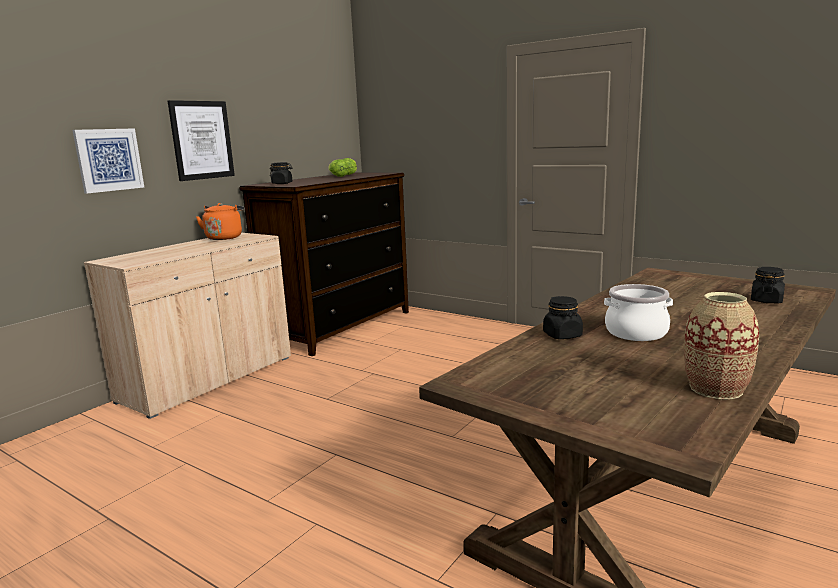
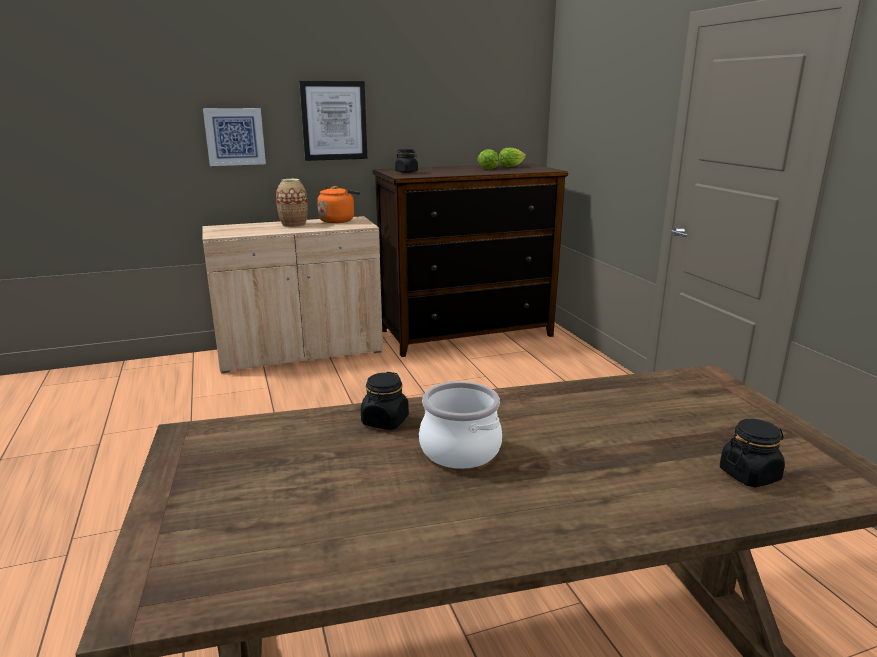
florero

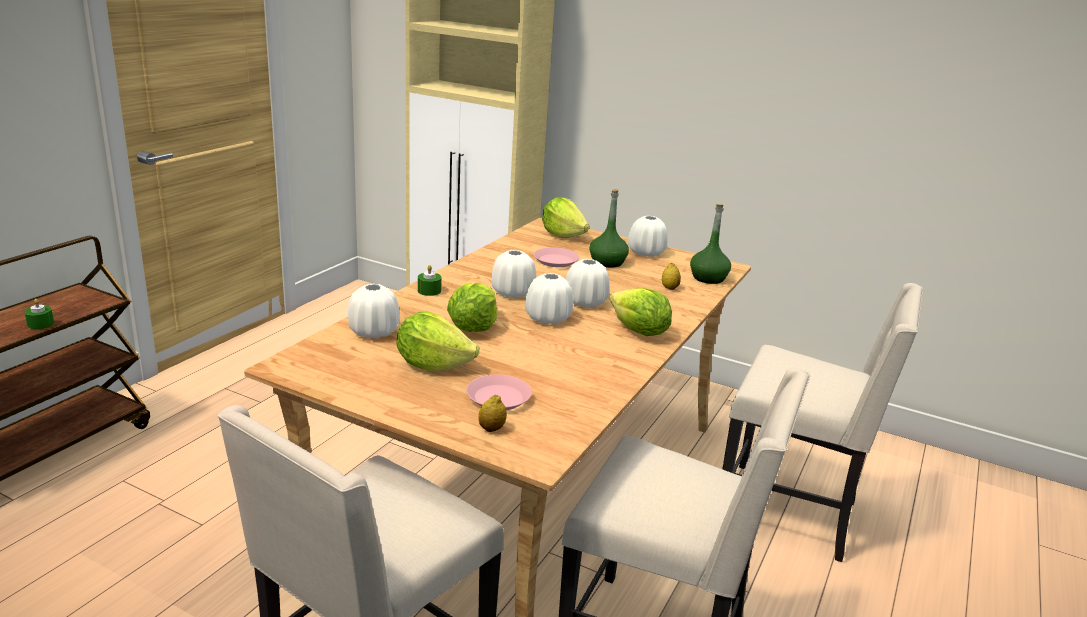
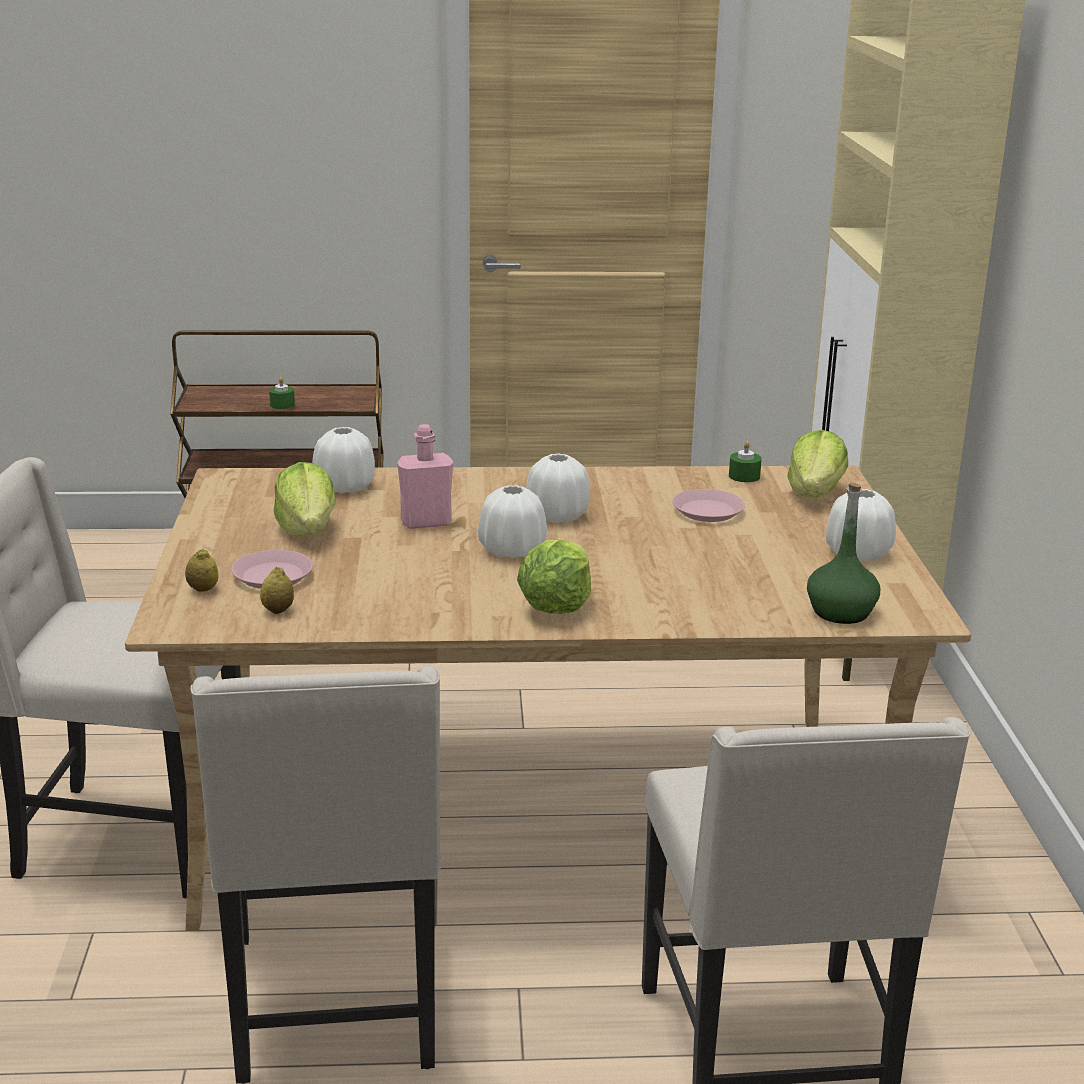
limón (no. 2 from left); botella (rosa); vela (verde) (no. 2 from left); florero (blanco) (no. 4 from left in the first image); botella (verde) (no. 1 from left in the first image)

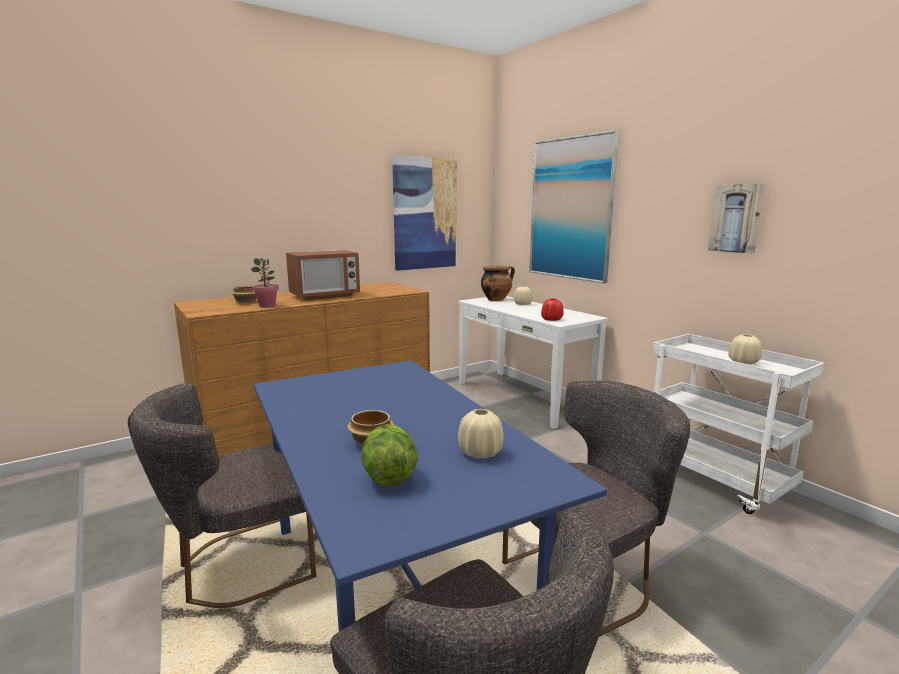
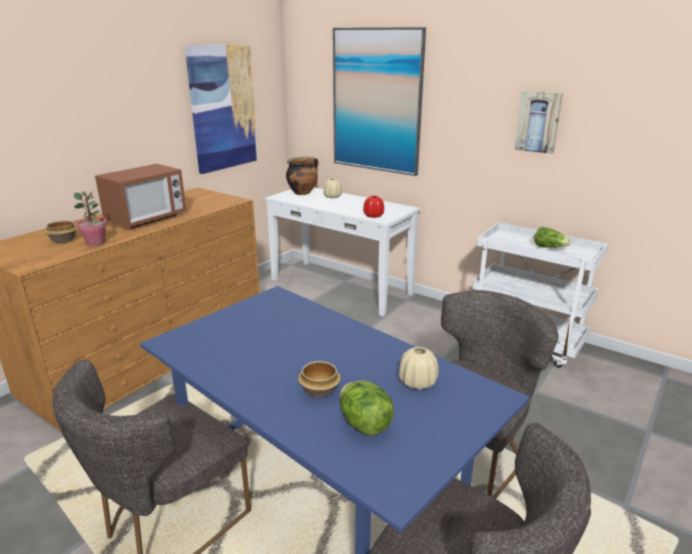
lechuga (no. 2 from left)

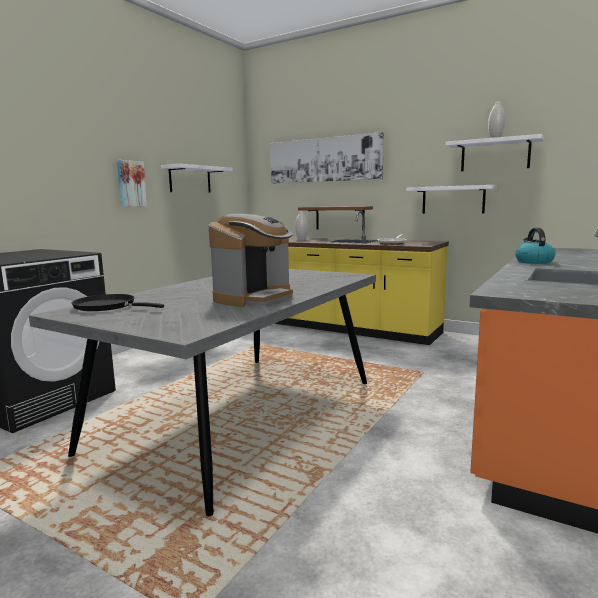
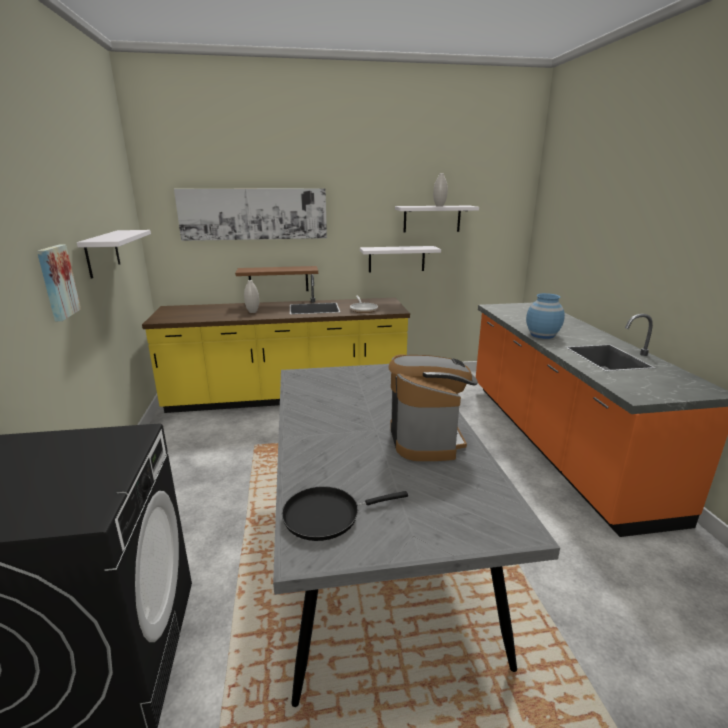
florero (azul)

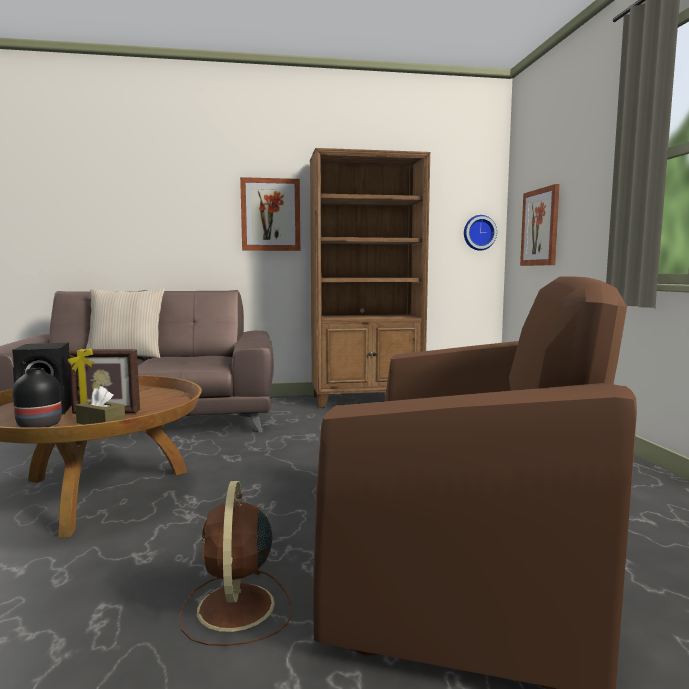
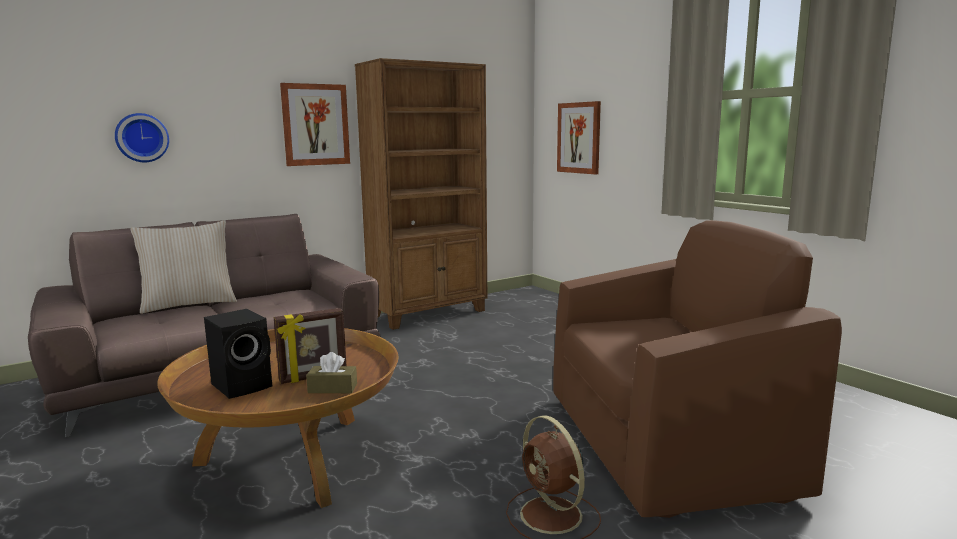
reloj de pared; florero (negro)

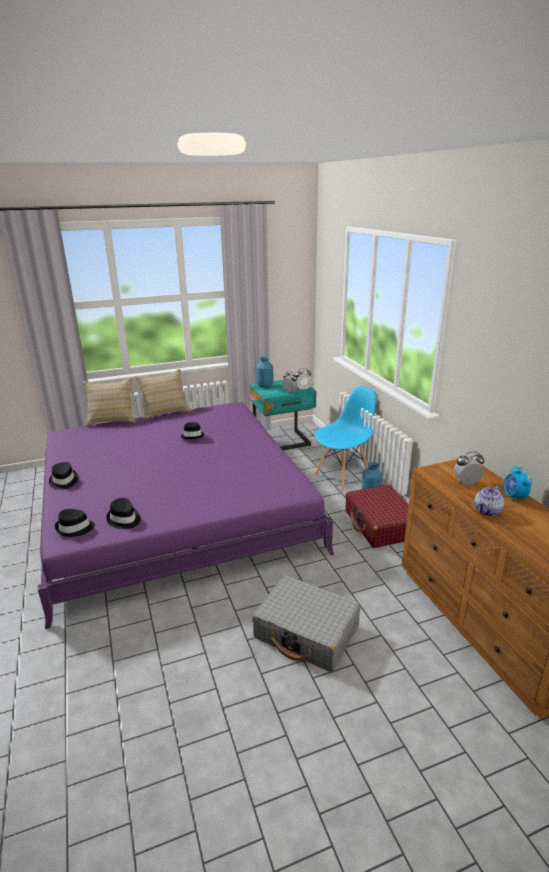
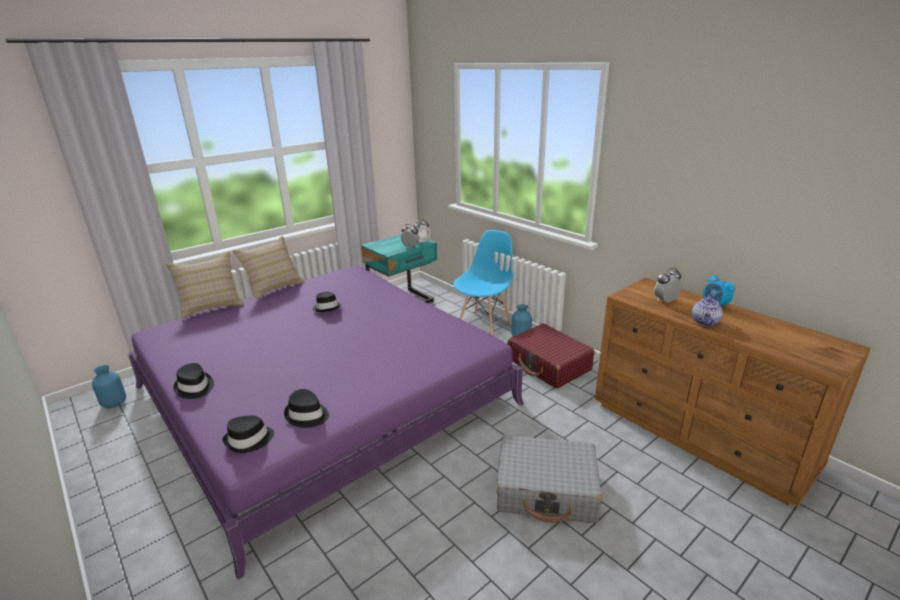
florero (azul) (no. 1 from left)

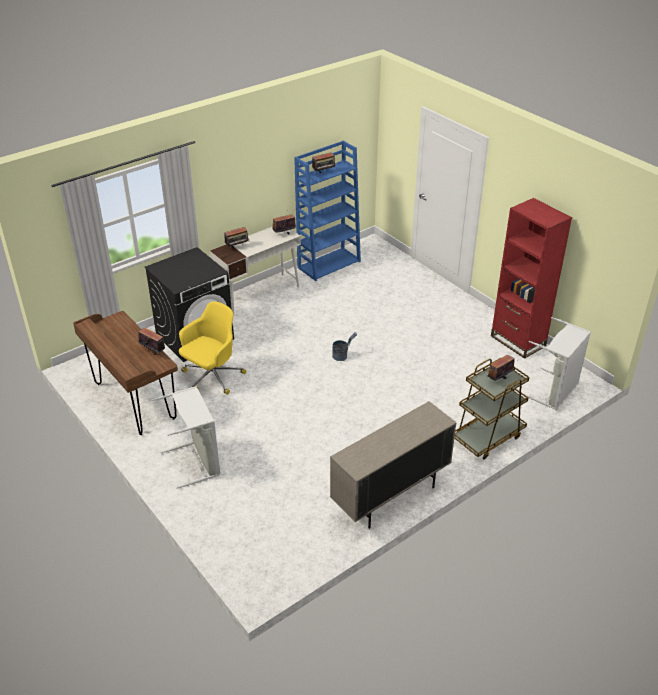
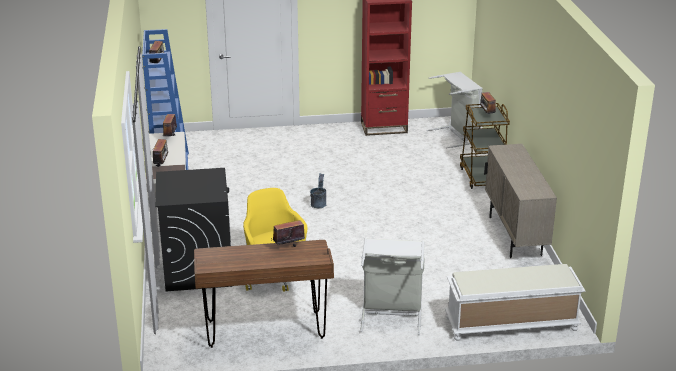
banco (blanco)

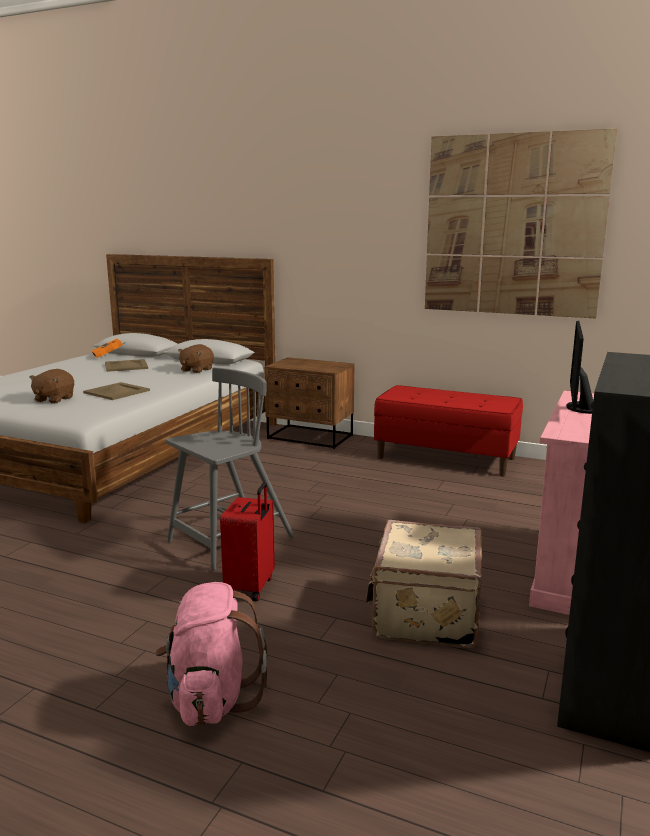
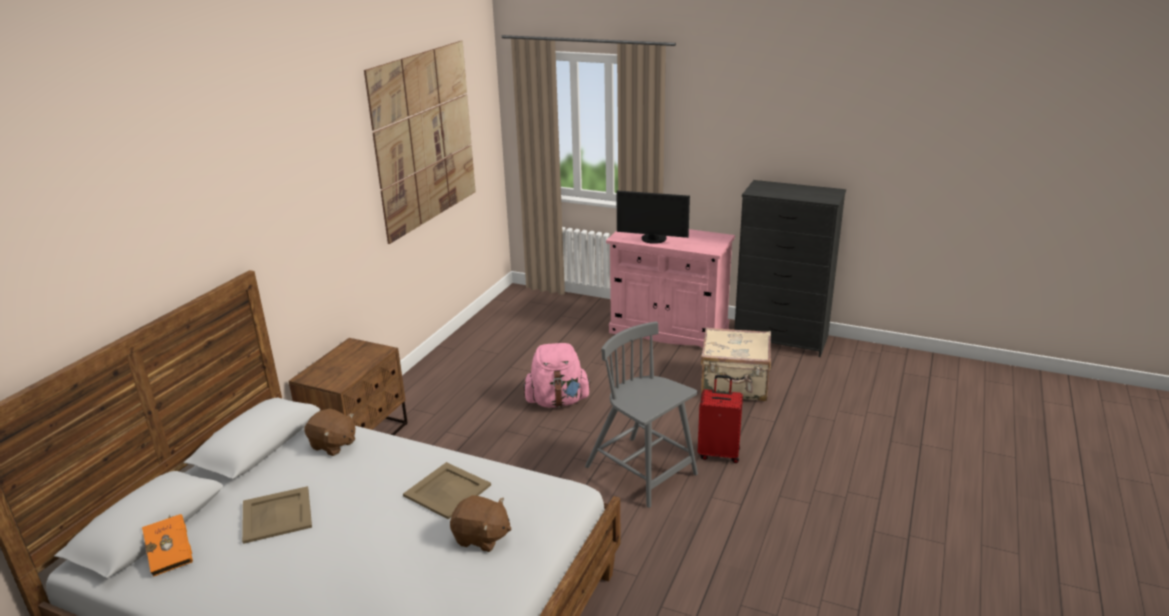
mochila (rosa); banco (rojo)

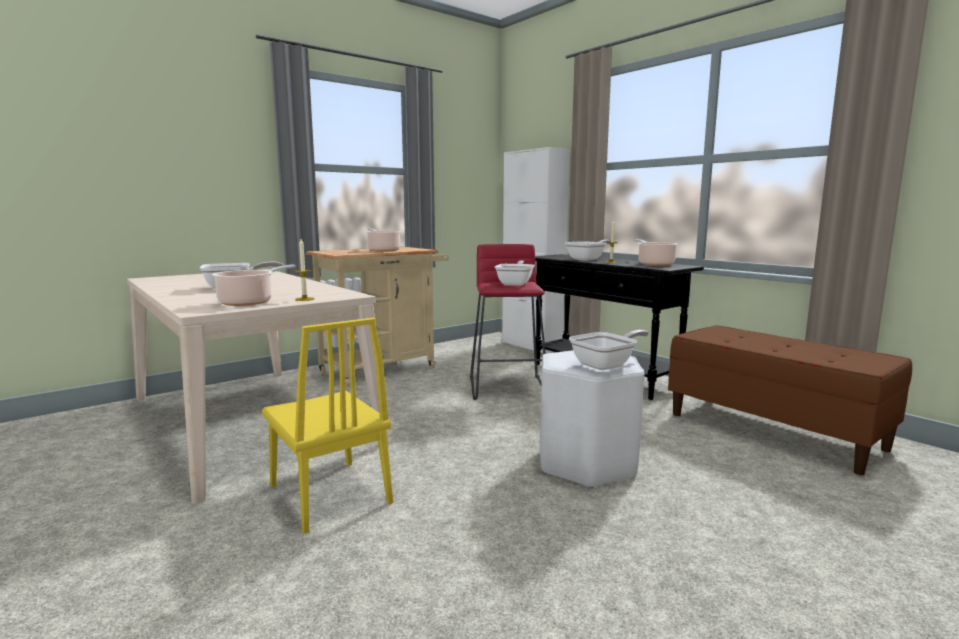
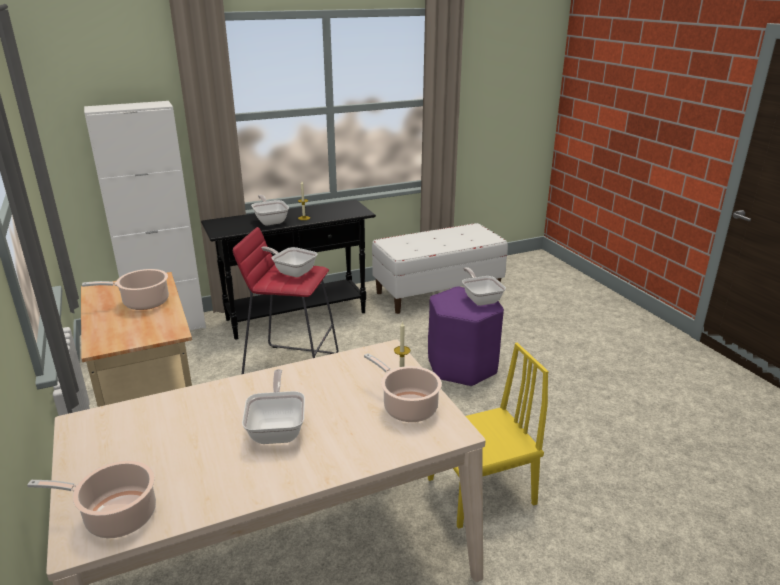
olla (no. 1 from left); banco (blanco); taburete (morado)

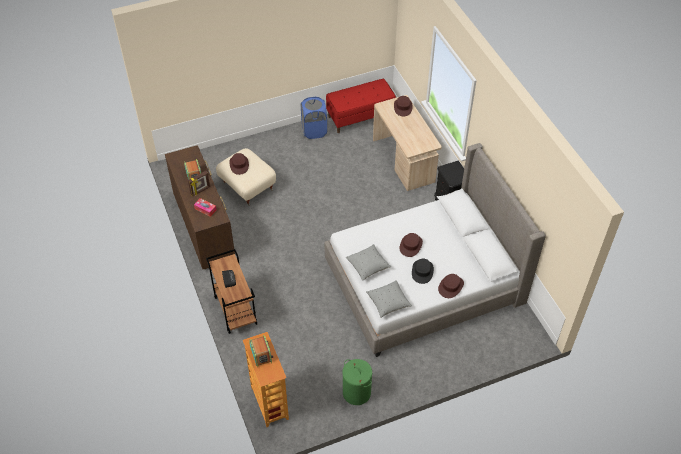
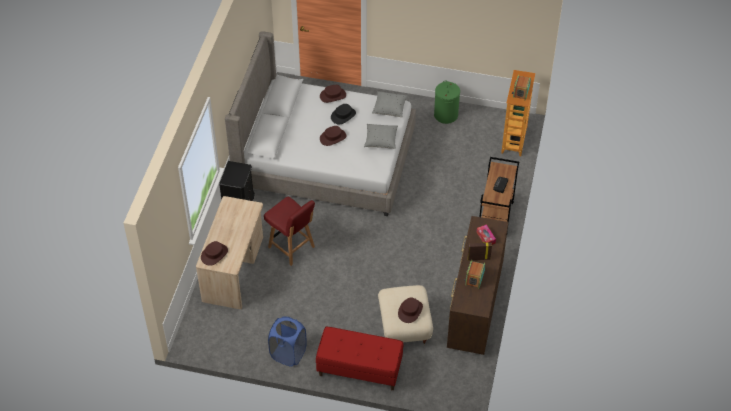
silla (rojo); banco (rojo)

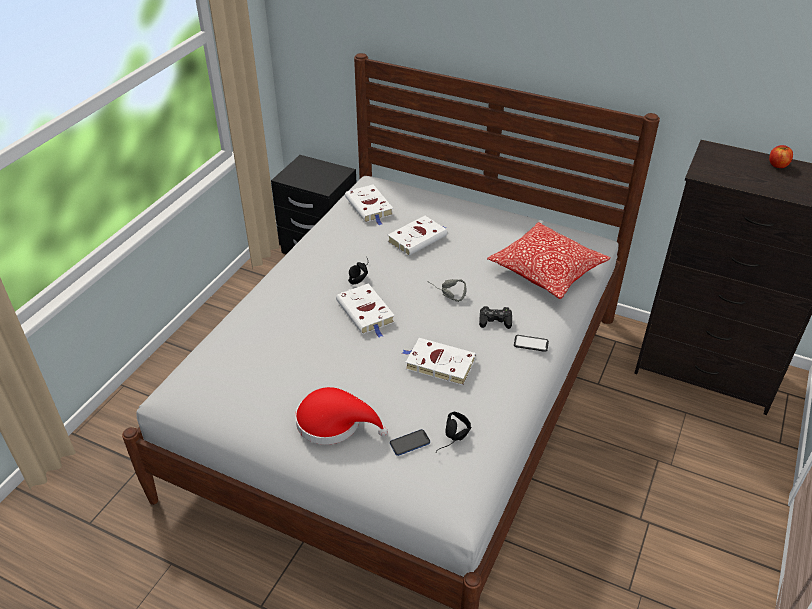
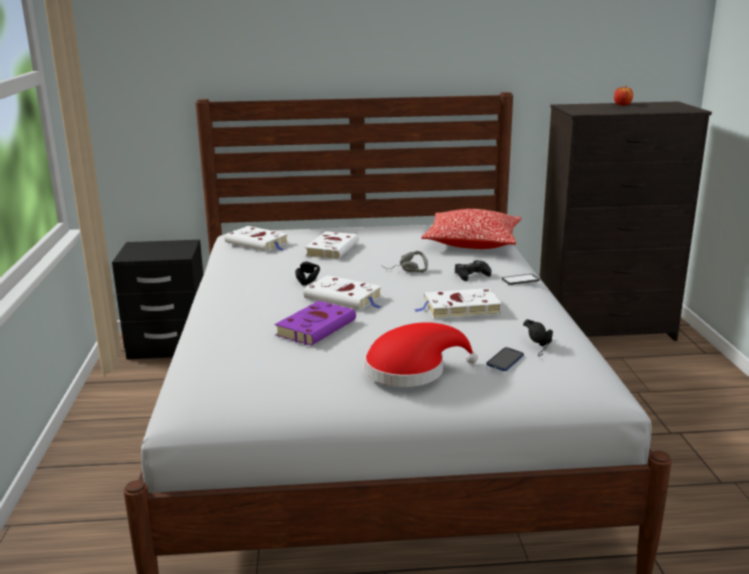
libro (morado)

